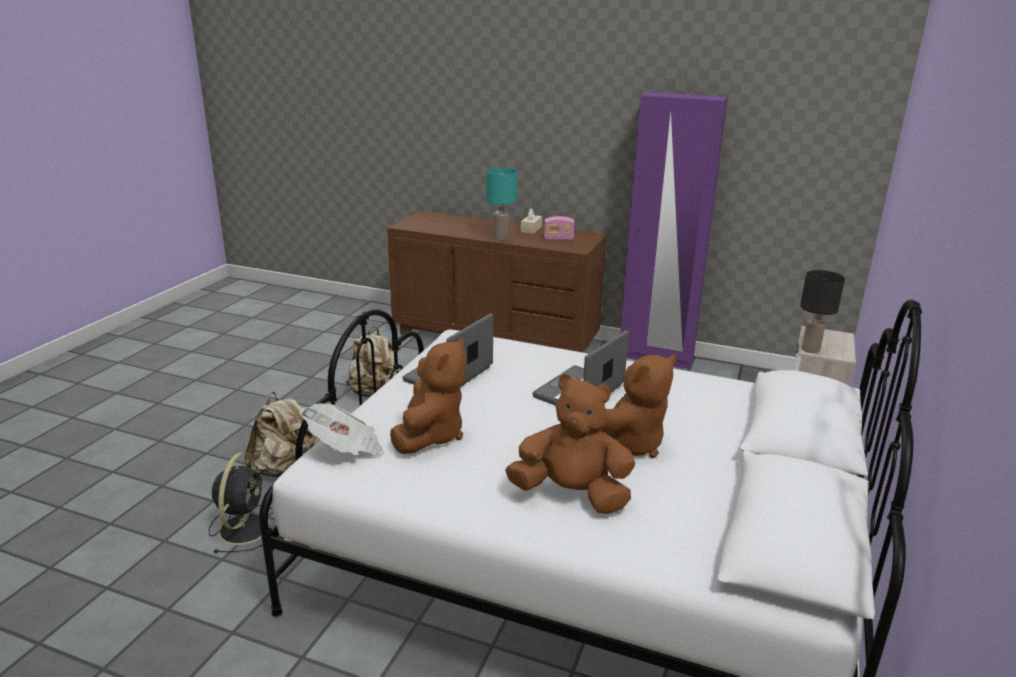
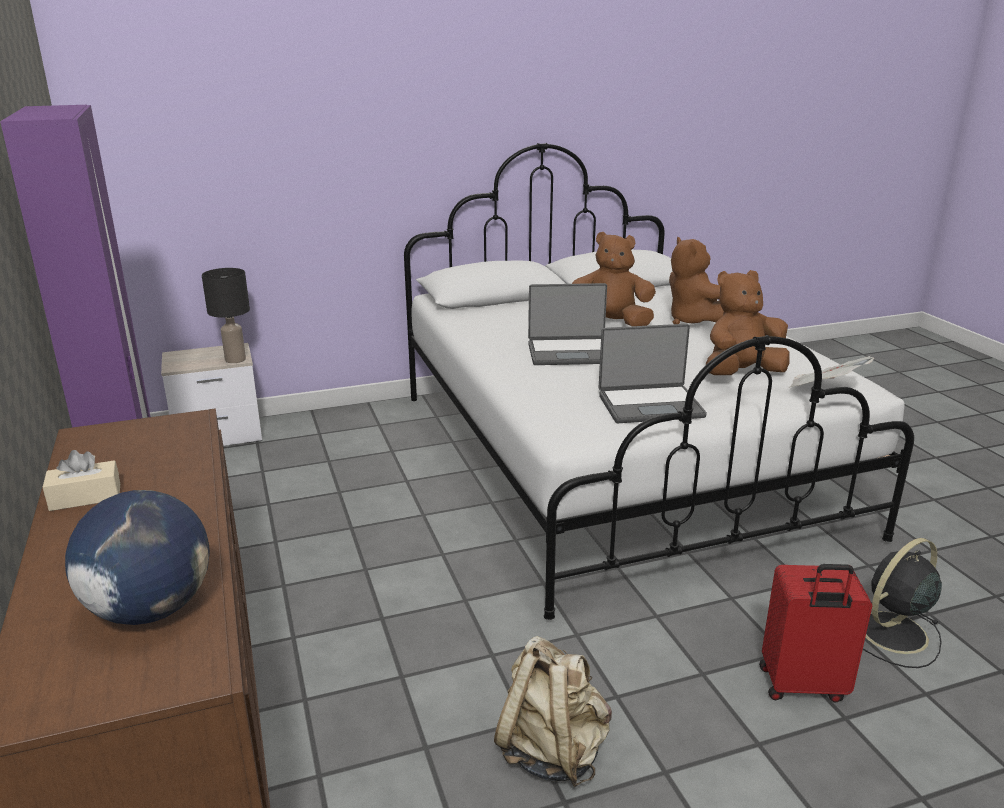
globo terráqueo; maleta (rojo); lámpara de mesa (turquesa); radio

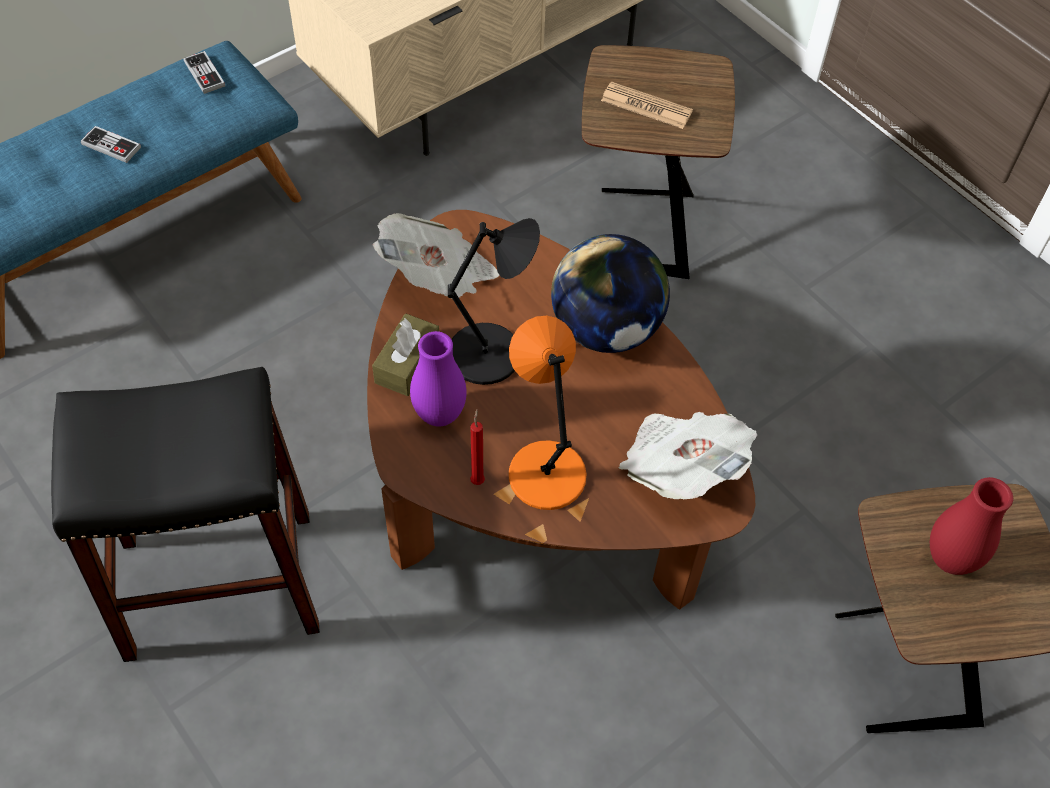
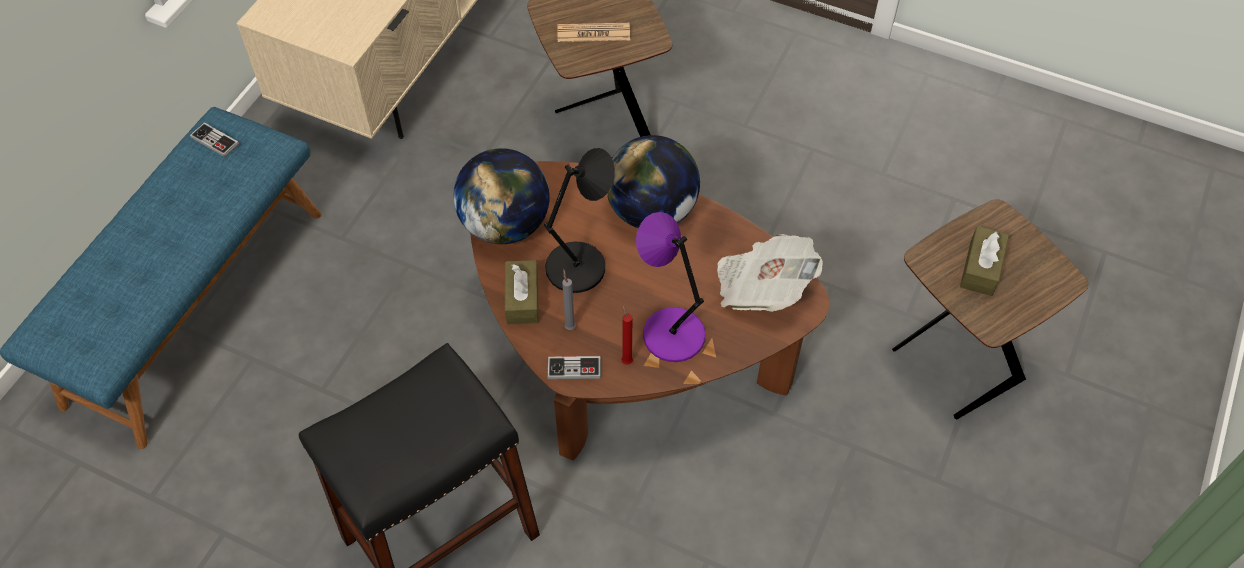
globo terráqueo (no. 1 from left); mando de consola (no. 2 from left); vela (gris); lámpara de mesa (morado); caja de pañuelos (marrón) (no. 2 from left)

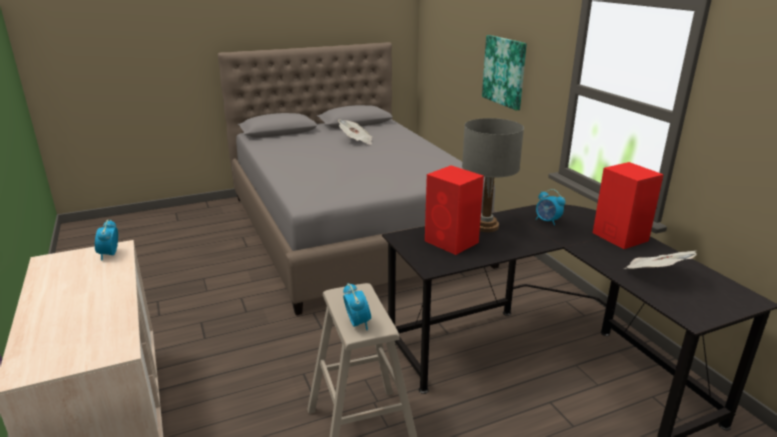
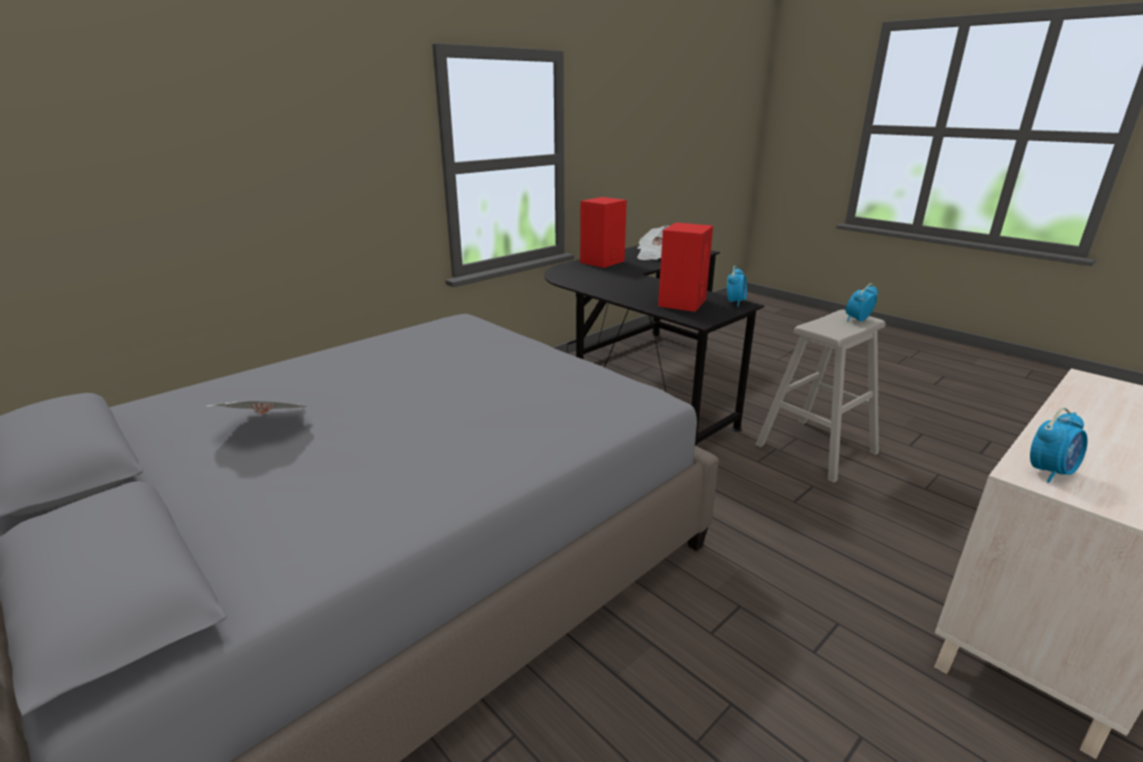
despertador (no. 1 from left); lámpara de mesa (gris); cuadro

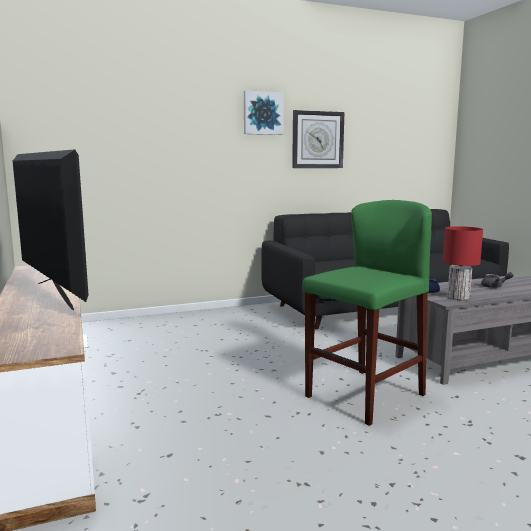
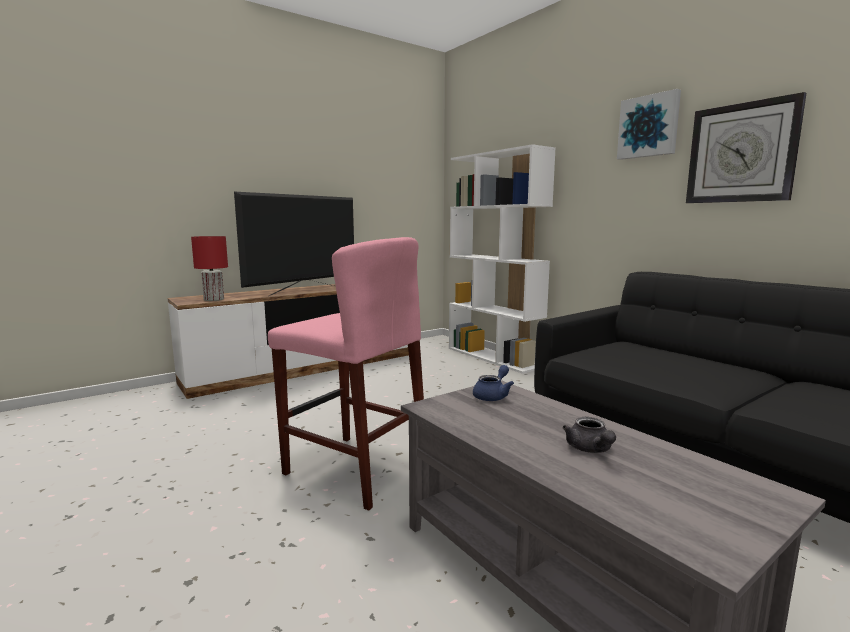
lámpara de mesa (rojo); taburete (rosa); estantería (blanco)

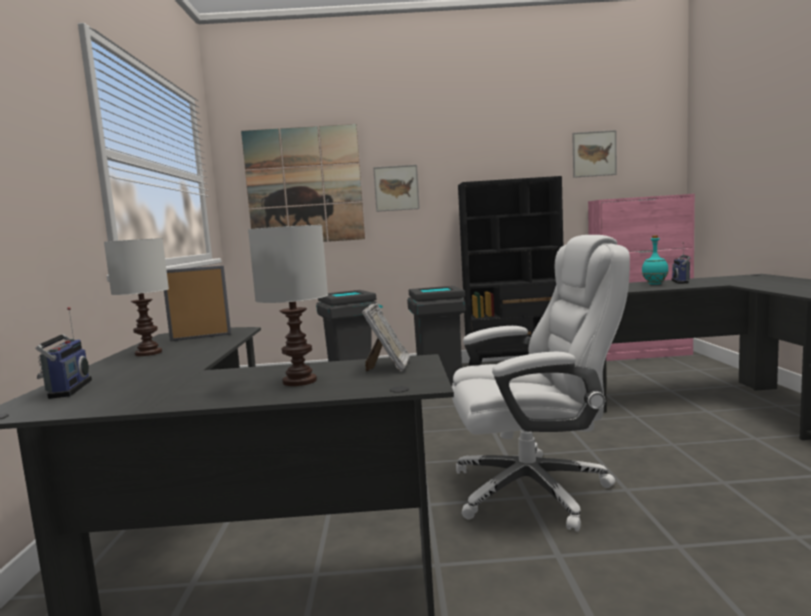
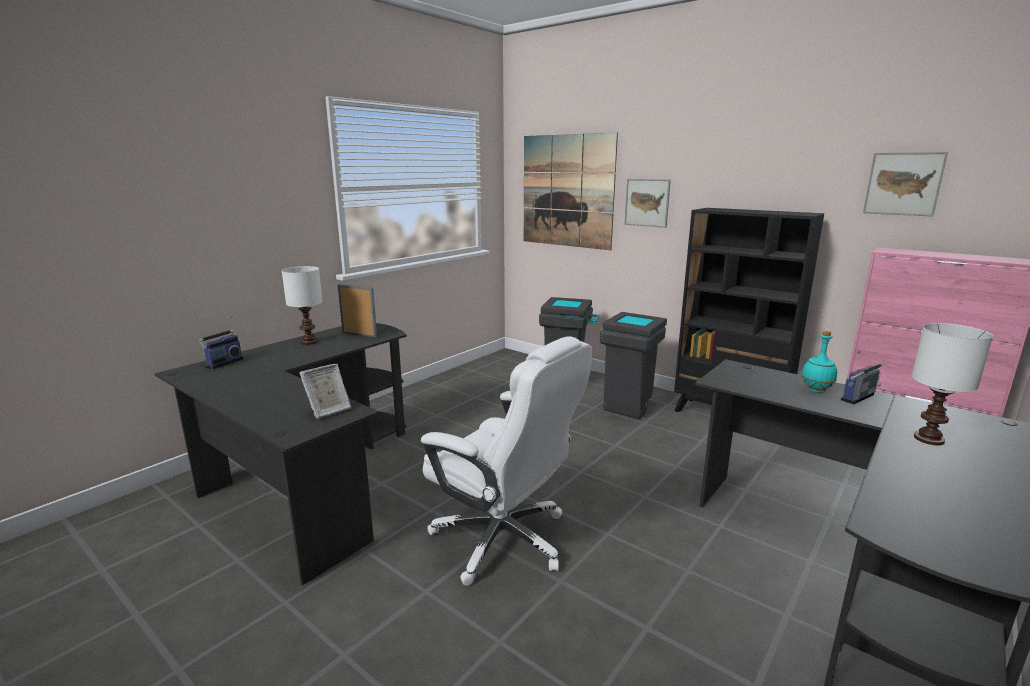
lámpara de mesa (blanco) (no. 2 from left)

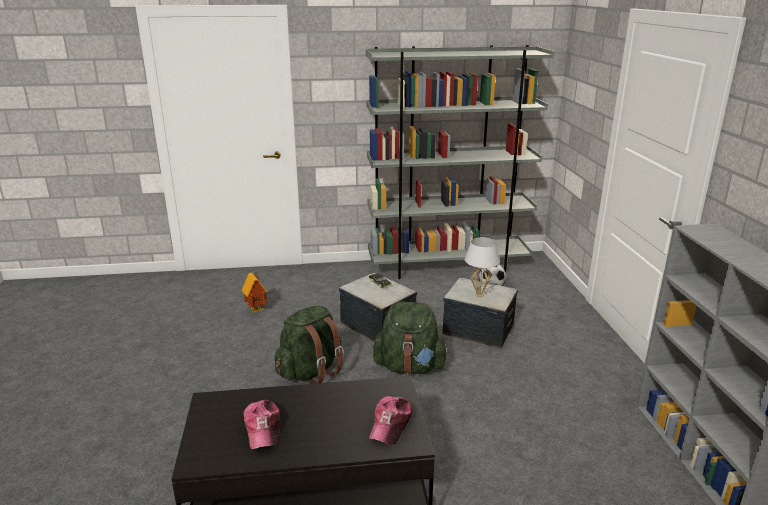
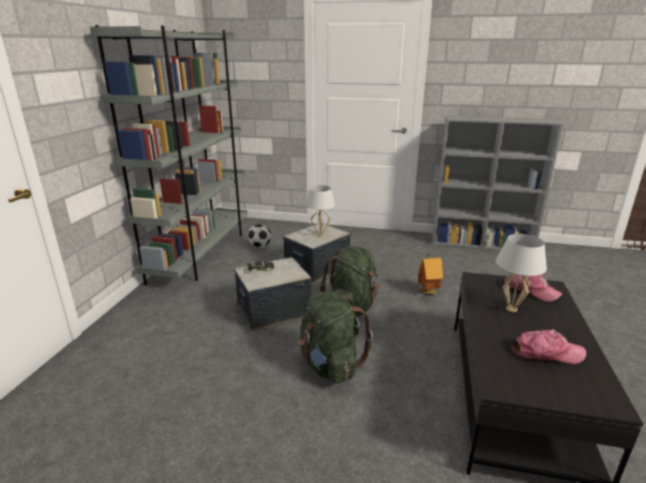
casita; lámpara de mesa (blanco) (no. 2 from left)

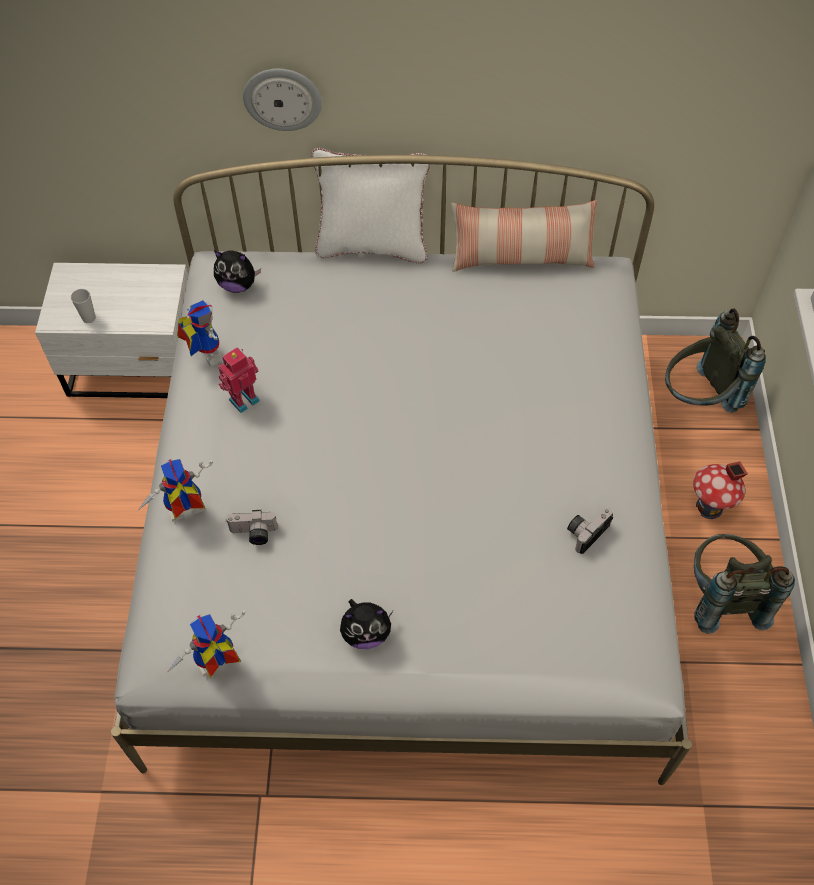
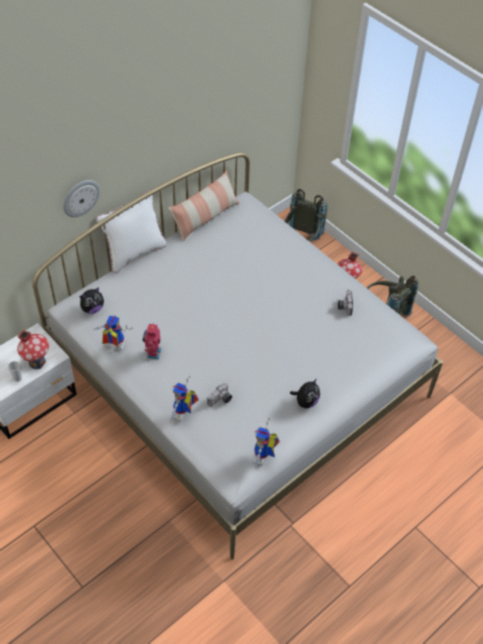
casita (no. 1 from left)

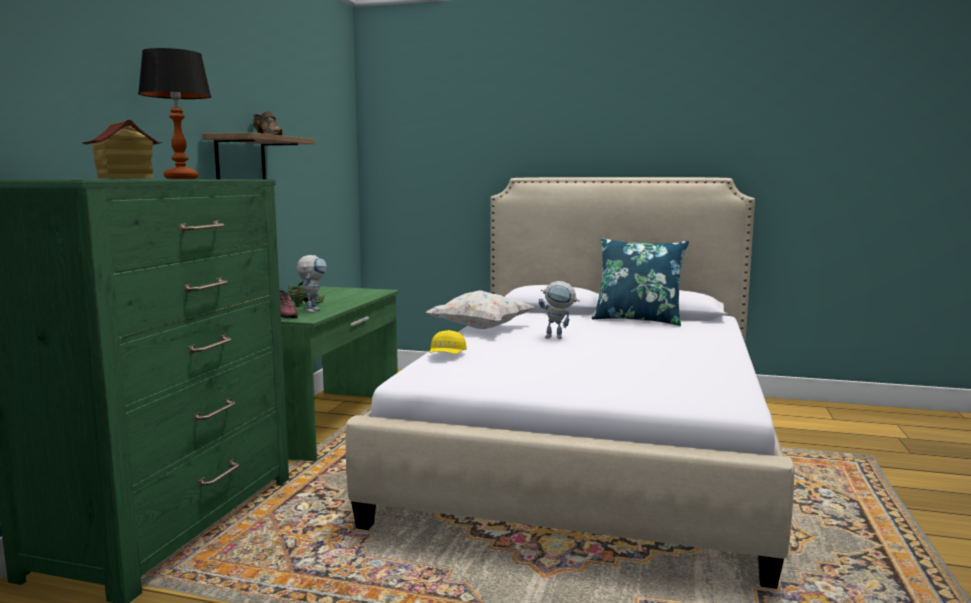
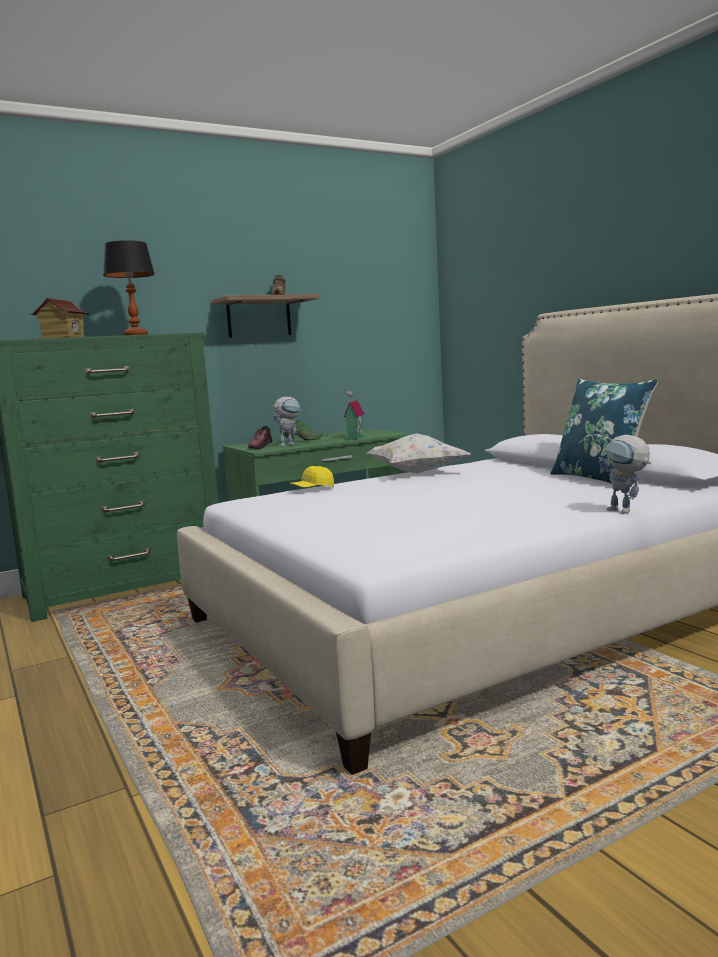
casita (no. 2 from left); robot de juguete (no. 2 from left)

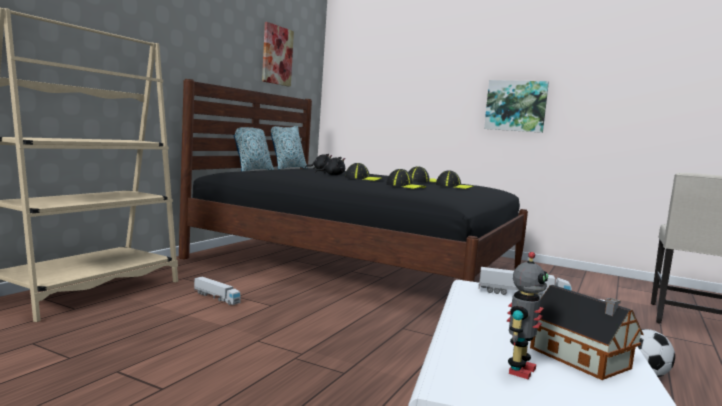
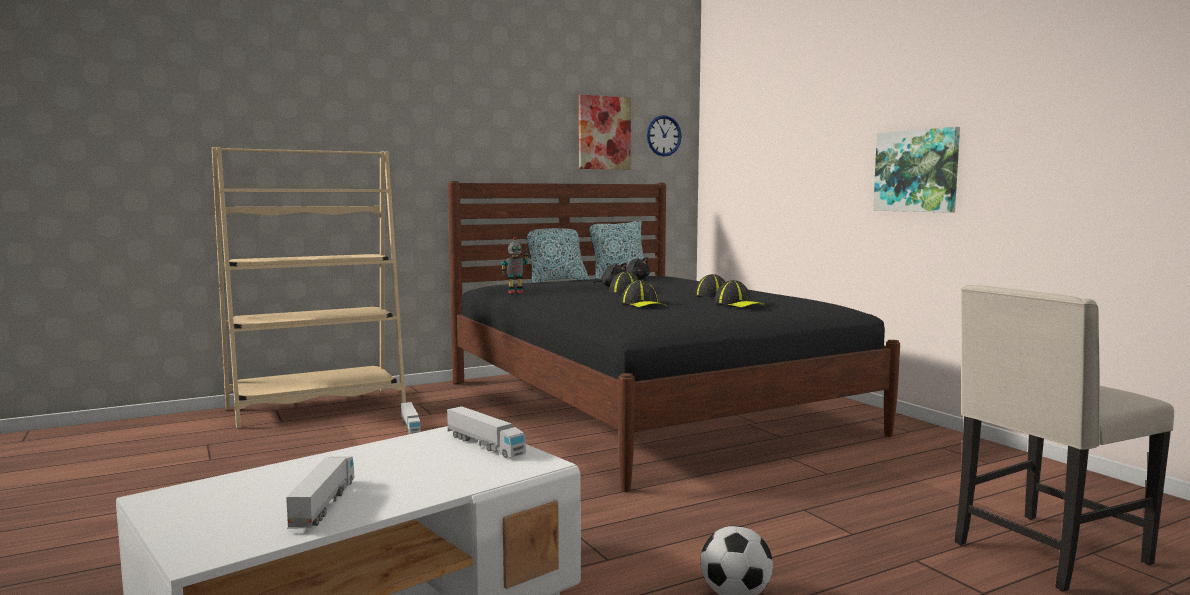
camión de juguete (no. 1 from left); robot de juguete; reloj de pared

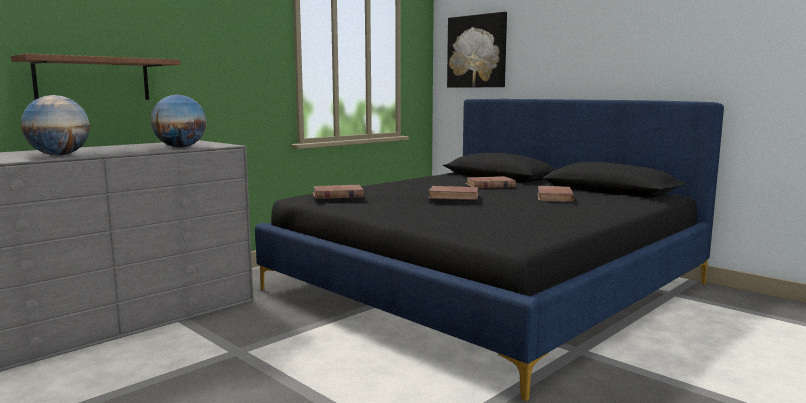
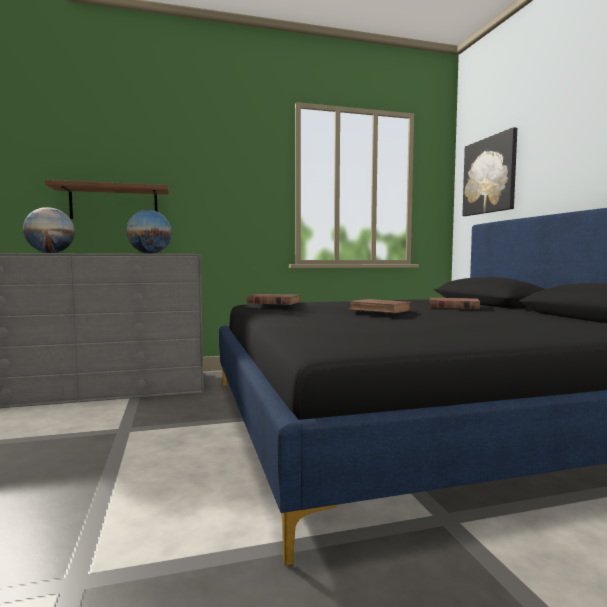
libro (marrón) (no. 4 from left in the first image)

